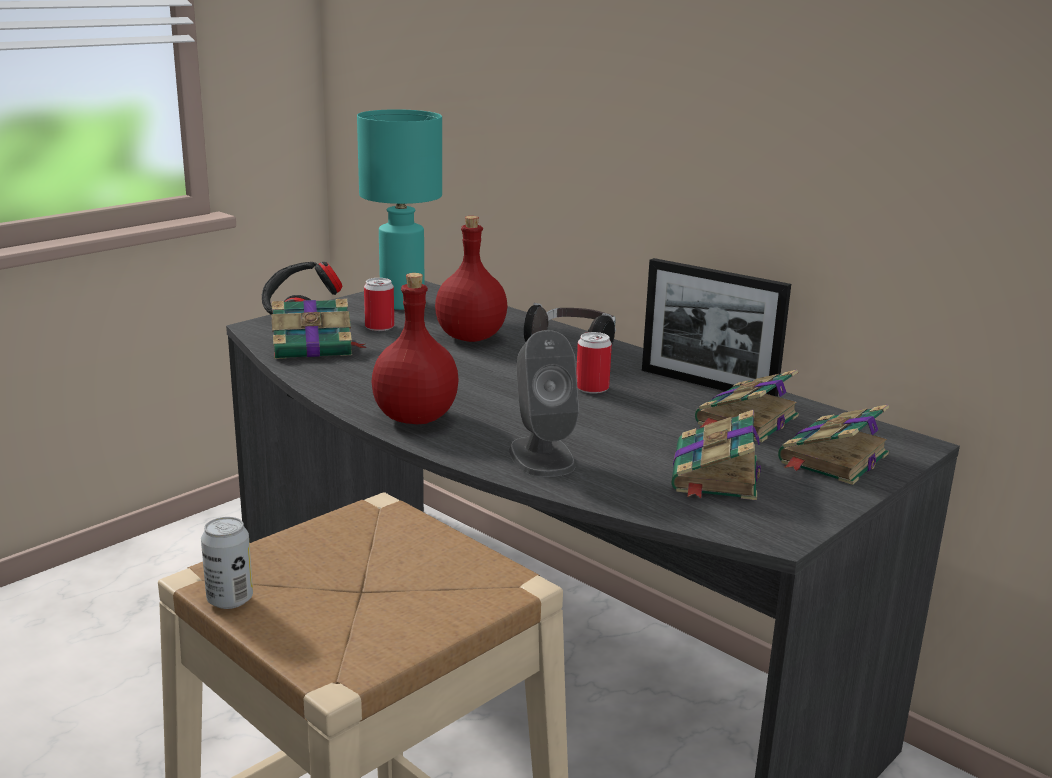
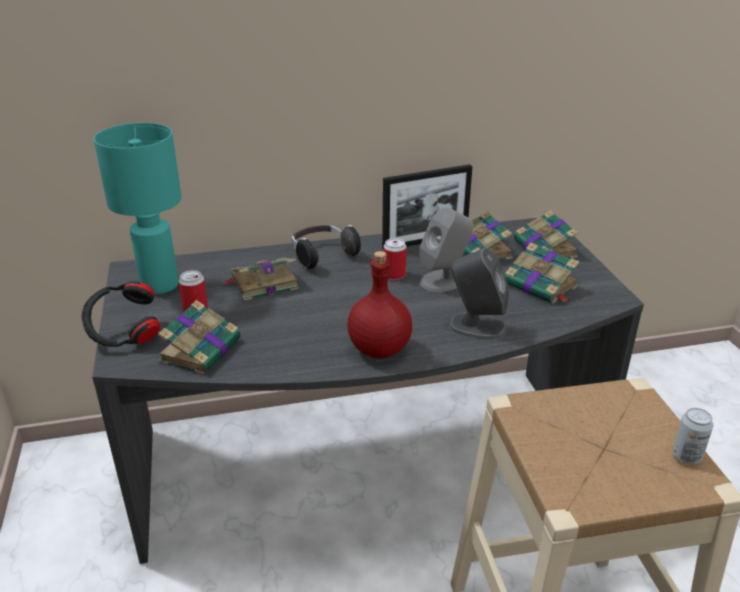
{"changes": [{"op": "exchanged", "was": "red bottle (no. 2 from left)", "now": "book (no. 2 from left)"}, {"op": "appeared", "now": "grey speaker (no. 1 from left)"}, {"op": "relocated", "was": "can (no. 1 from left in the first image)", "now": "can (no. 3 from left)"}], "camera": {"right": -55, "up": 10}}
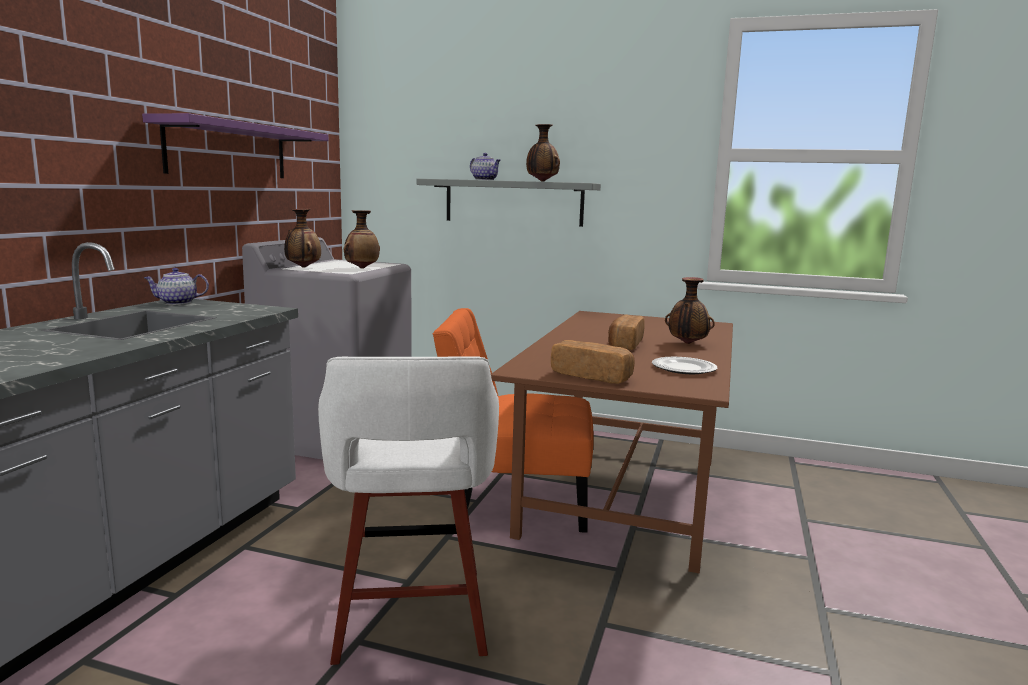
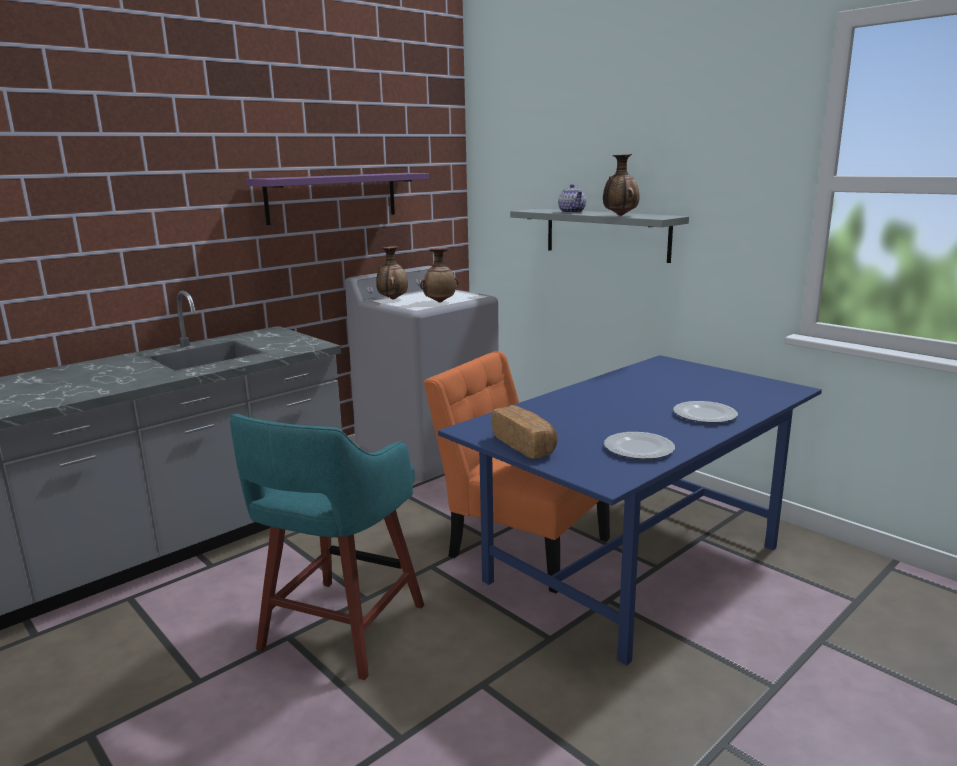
{"changes": [{"op": "colour", "was": "white stool", "now": "turquoise stool"}, {"op": "colour", "was": "brown dining table", "now": "blue dining table"}, {"op": "exchanged", "was": "vase (no. 4 from left)", "now": "plate (no. 2 from left)"}, {"op": "missing", "was": "teapot (no. 1 from left)"}, {"op": "missing", "was": "bread (no. 2 from left)"}], "camera": {"right": 30, "up": 5}}
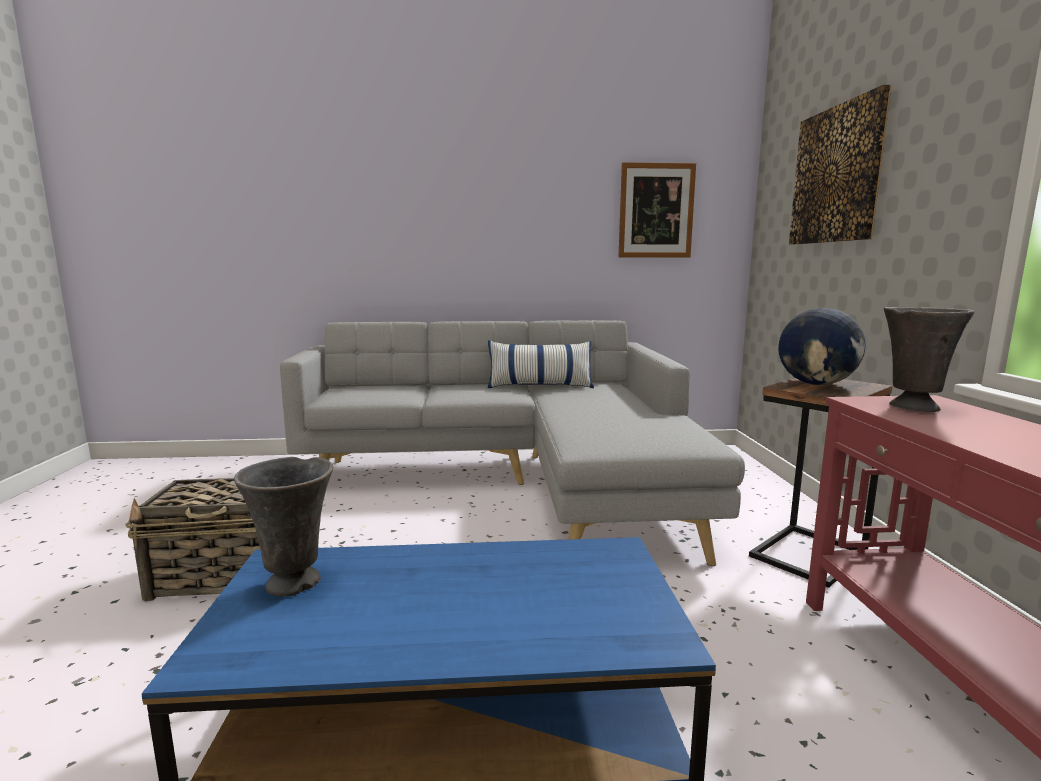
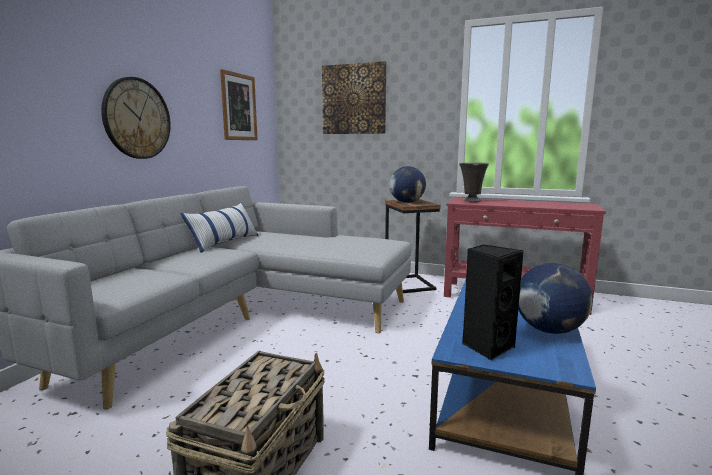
{"changes": [{"op": "appeared", "now": "wall clock"}, {"op": "exchanged", "was": "grey vase (no. 1 from left)", "now": "black speaker"}, {"op": "appeared", "now": "globe (no. 2 from left)"}], "camera": {"right": -65, "up": 0}}
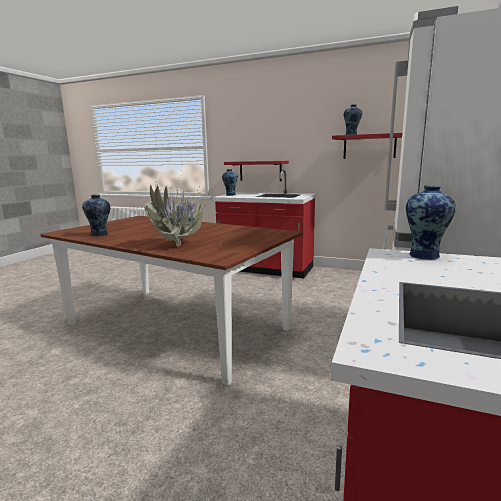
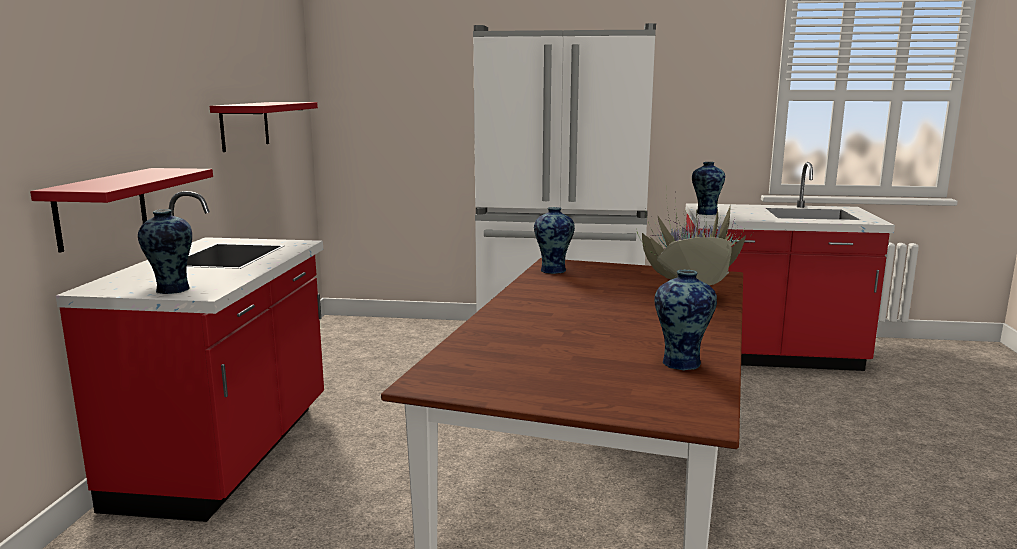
{"changes": [{"op": "relocated", "was": "vase (no. 3 from left in the first image)", "now": "vase (no. 2 from left)"}], "camera": {"right": -105, "up": 0}}
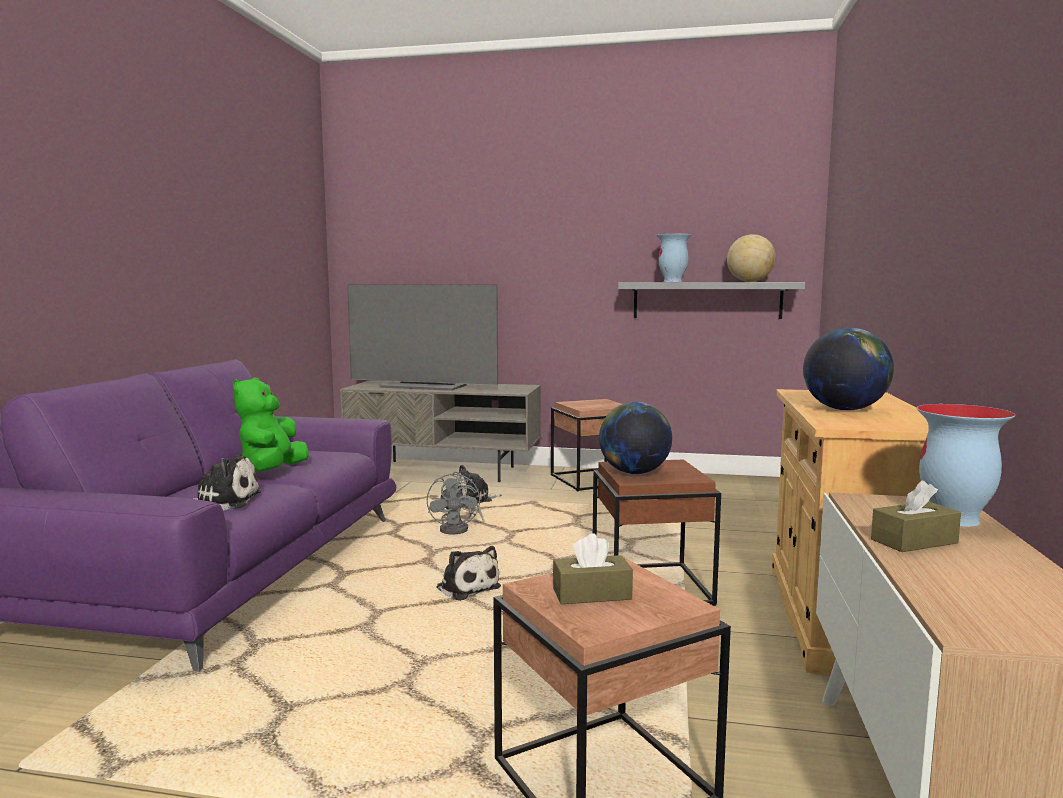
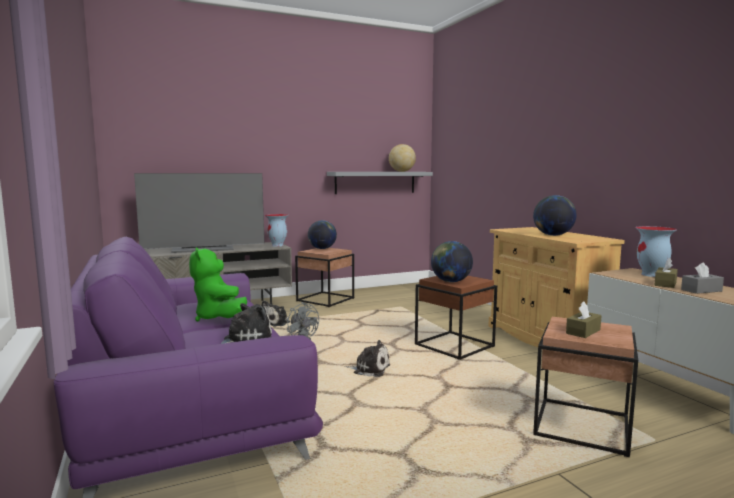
{"changes": [{"op": "relocated", "was": "vase (no. 1 from left)"}, {"op": "appeared", "now": "globe (no. 1 from left)"}, {"op": "appeared", "now": "grey tissue box"}], "camera": {"right": -35, "up": 0}}
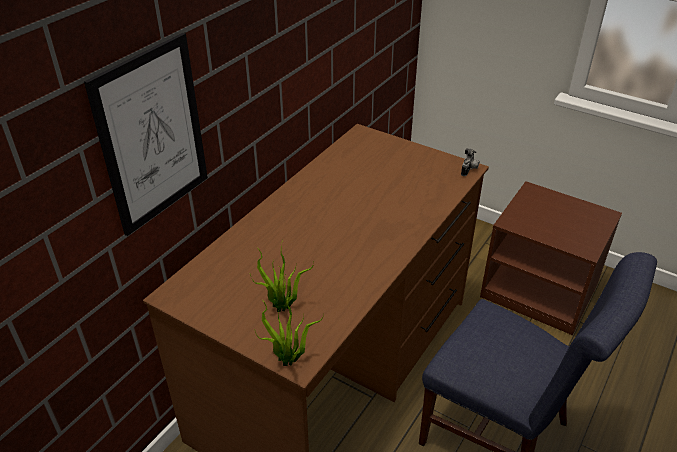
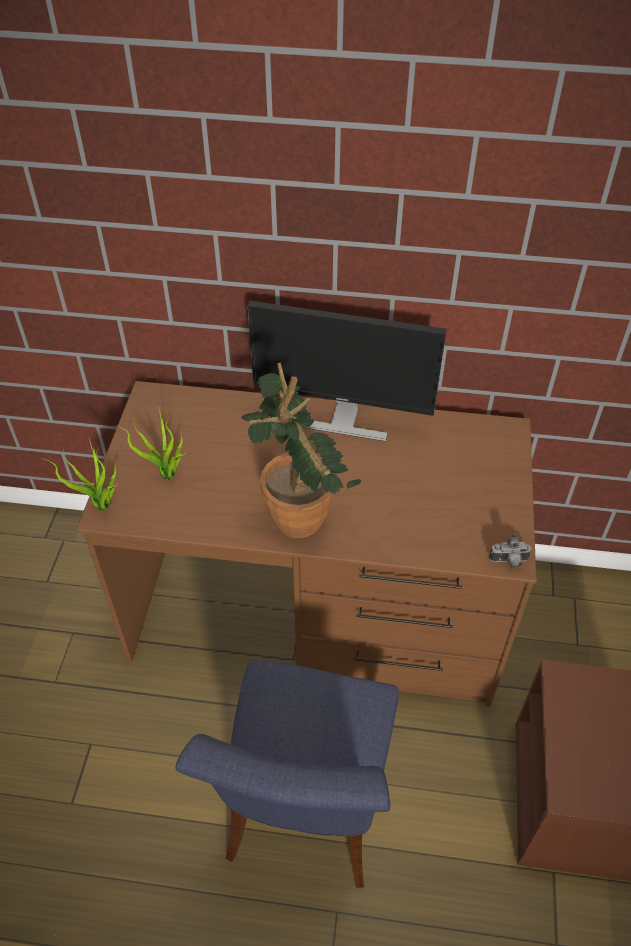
{"changes": [{"op": "appeared", "now": "potted plant (no. 3 from left)"}, {"op": "appeared", "now": "monitor"}, {"op": "missing", "was": "picture"}], "camera": {"right": 65, "up": 10}}
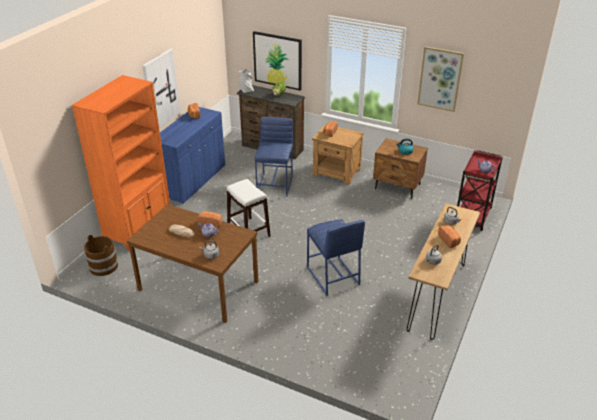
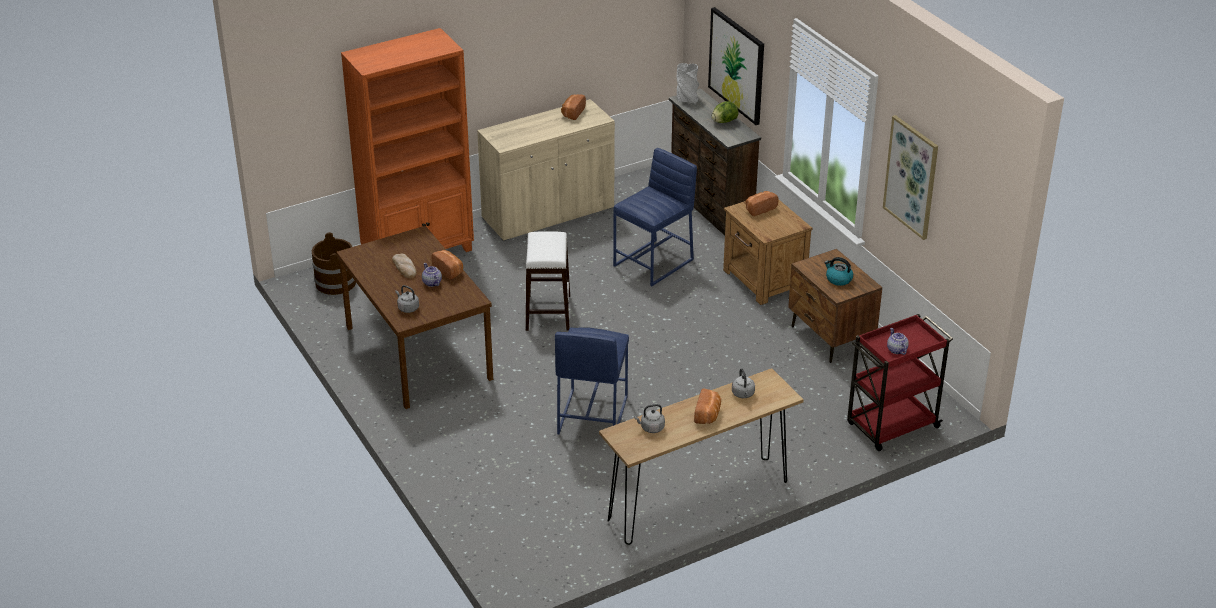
{"changes": [{"op": "colour", "was": "blue cabinet", "now": "beige cabinet"}, {"op": "missing", "was": "picture (no. 1 from left)"}], "camera": {"right": 35, "up": 0}}
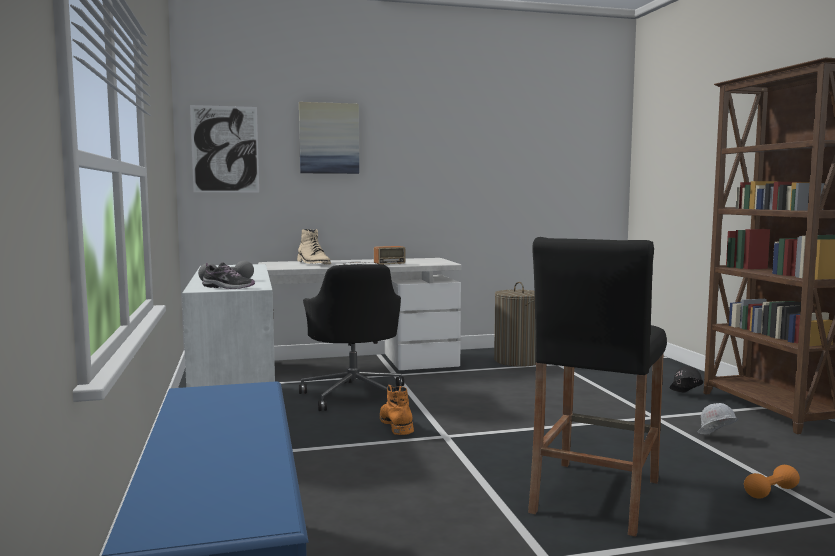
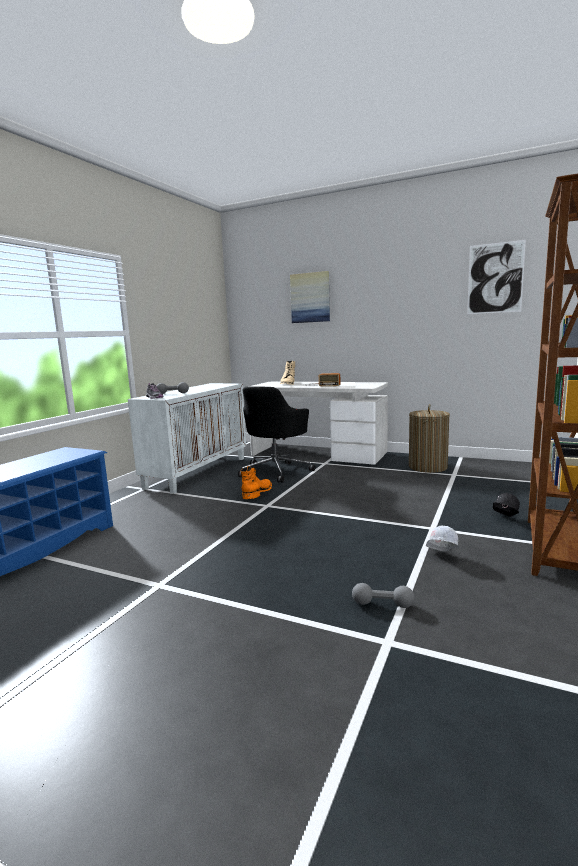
{"changes": [{"op": "colour", "was": "orange dumbbell", "now": "grey dumbbell (no. 2 from left)"}, {"op": "relocated", "was": "picture (no. 1 from left in the first image)", "now": "picture (no. 2 from left)"}, {"op": "missing", "was": "black stool"}], "camera": {"right": 40, "up": 5}}
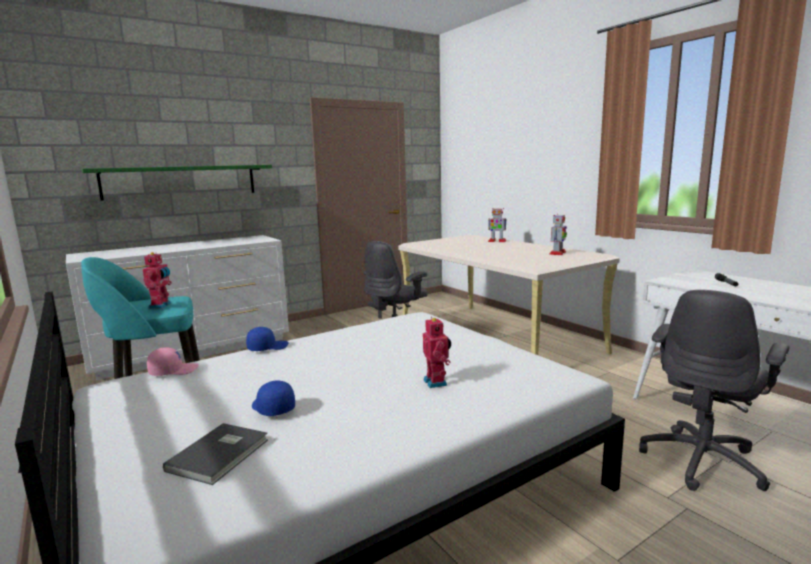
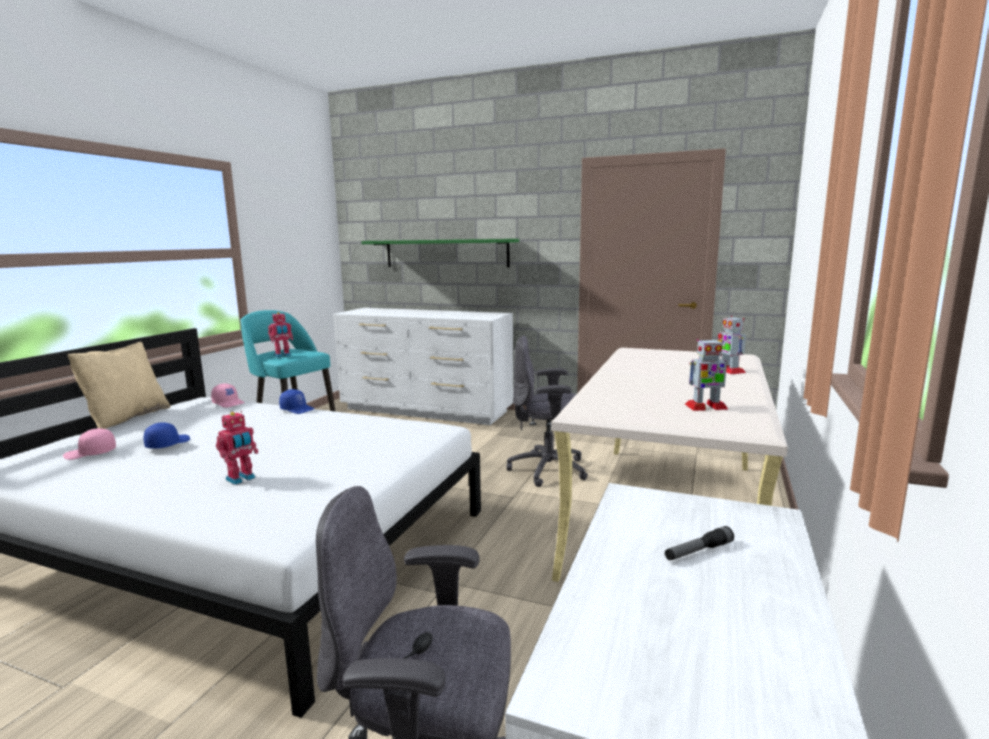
{"changes": [{"op": "exchanged", "was": "grey book", "now": "pink cap (no. 1 from left)"}, {"op": "appeared", "now": "beige pillow"}], "camera": {"right": 55, "up": 0}}
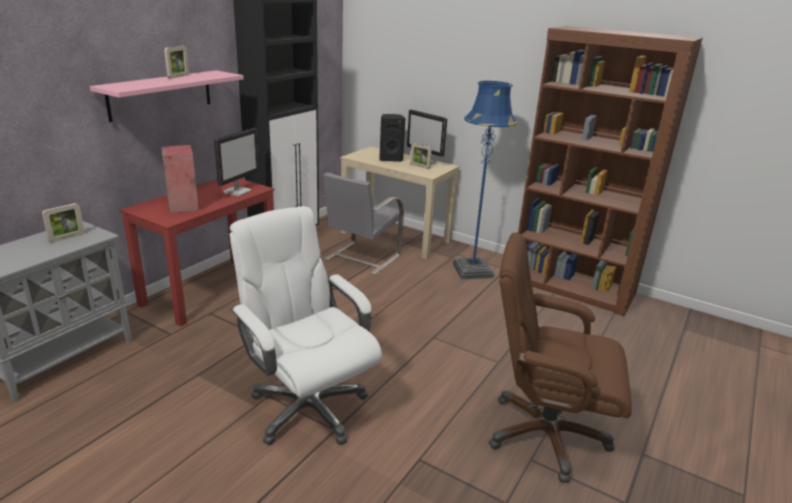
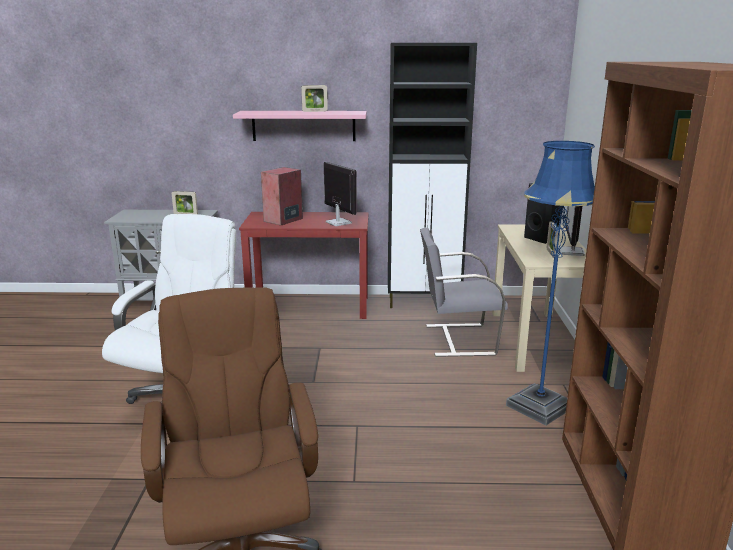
{"changes": [{"op": "spun", "was": "monitor (no. 1 from left)", "clockwise": -120}], "camera": {"right": 60, "up": -5}}
